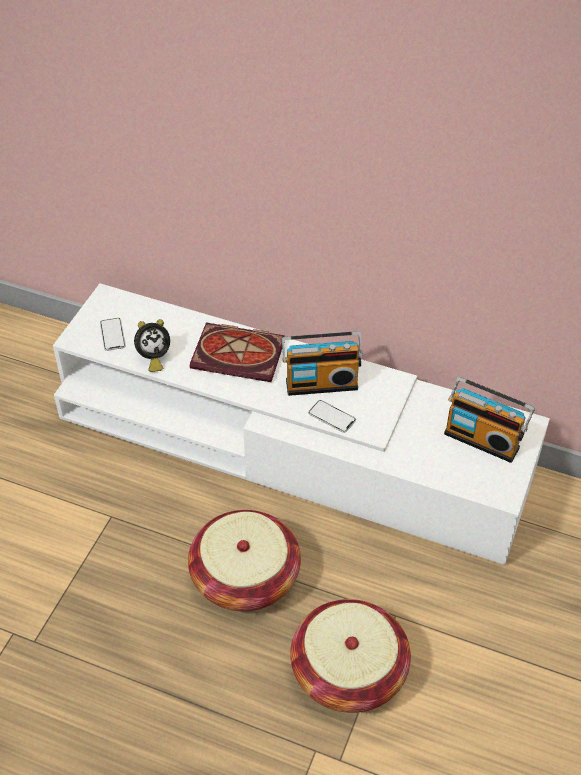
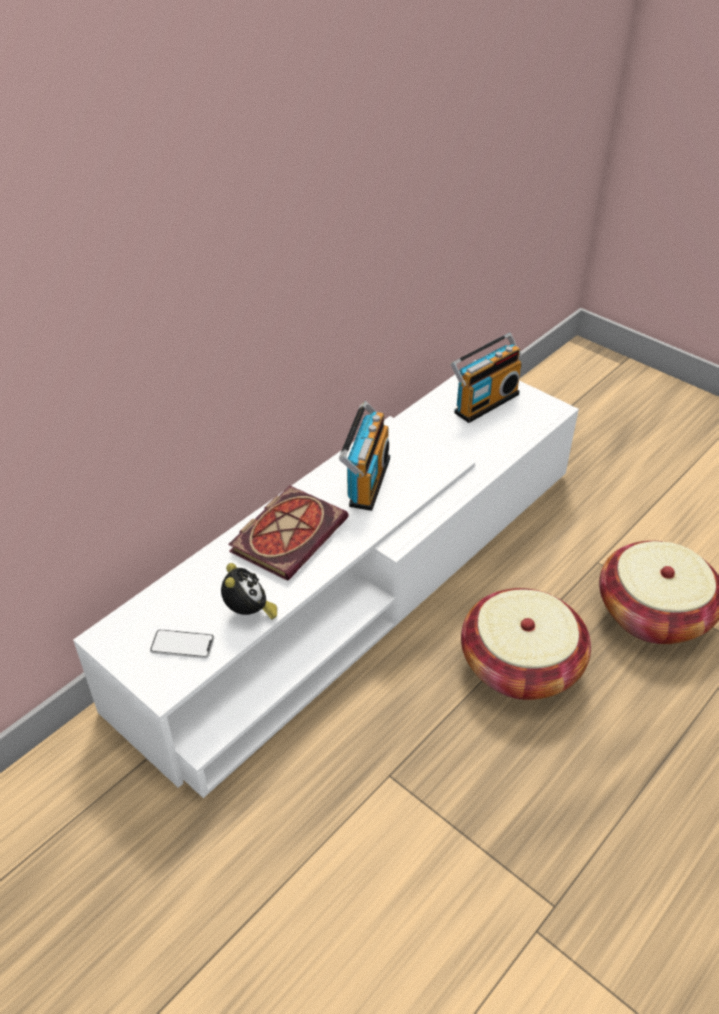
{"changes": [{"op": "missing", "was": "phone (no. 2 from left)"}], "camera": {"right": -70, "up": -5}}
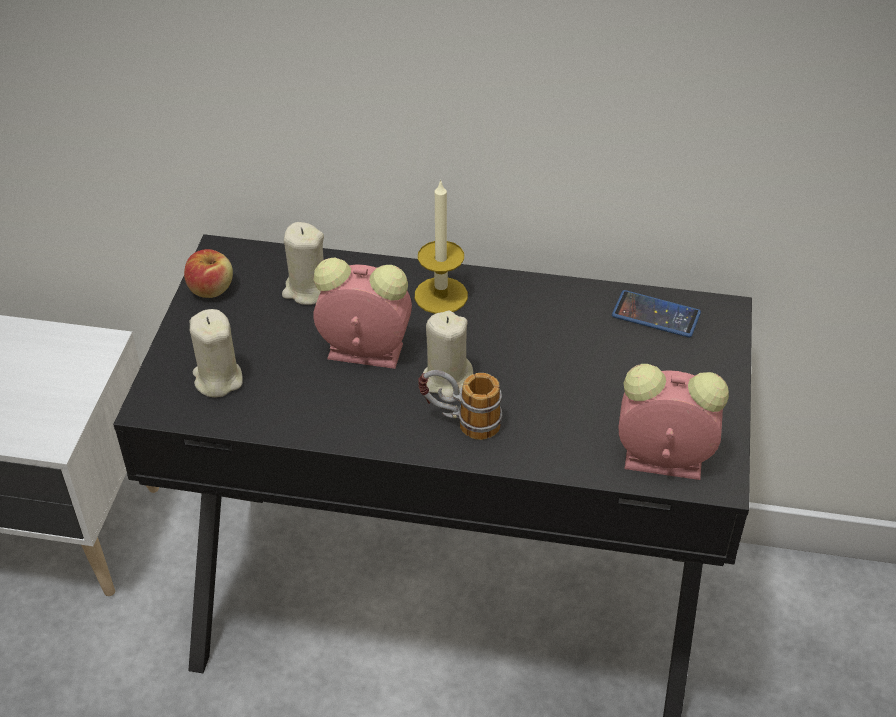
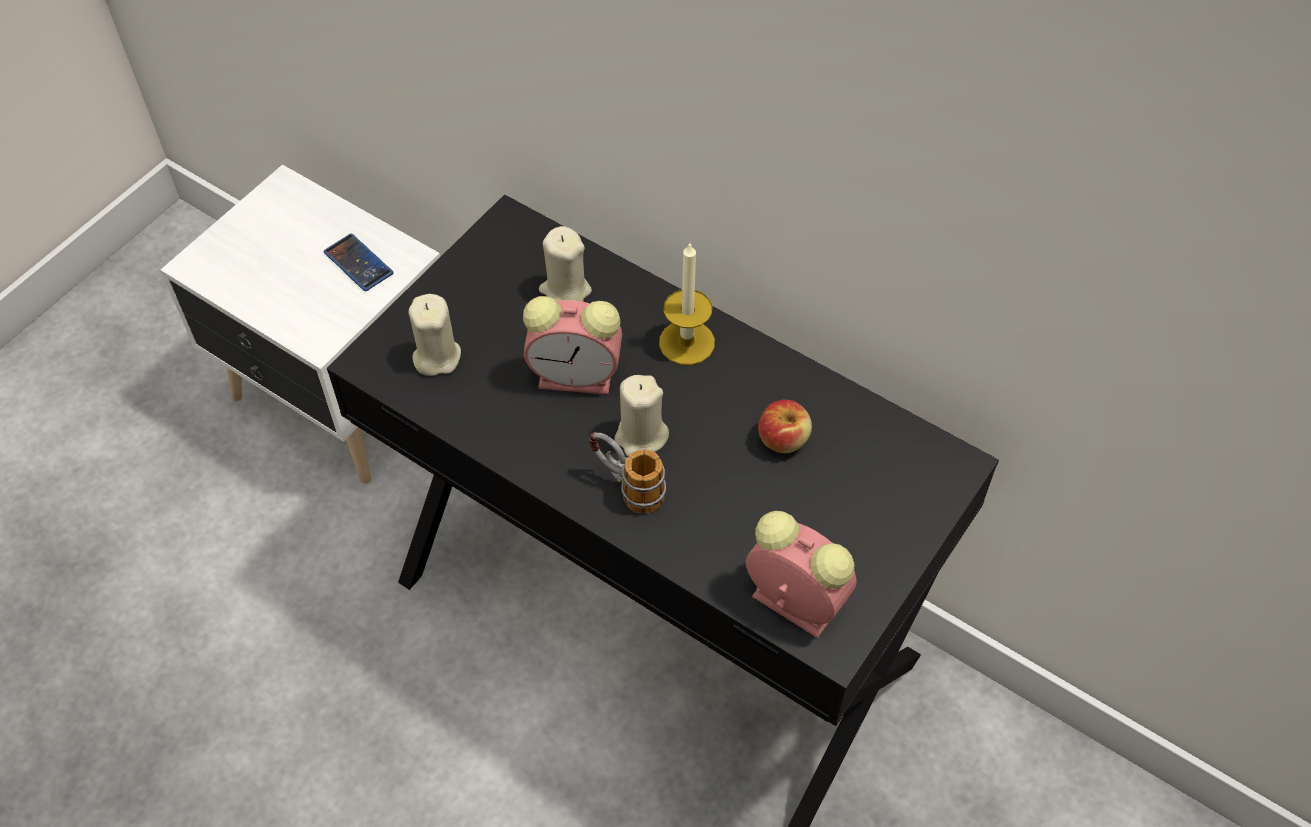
{"changes": [{"op": "relocated", "was": "phone"}, {"op": "spun", "was": "alarm clock (no. 1 from left)", "clockwise": 150}, {"op": "relocated", "was": "apple"}], "camera": {"right": 25, "up": 10}}
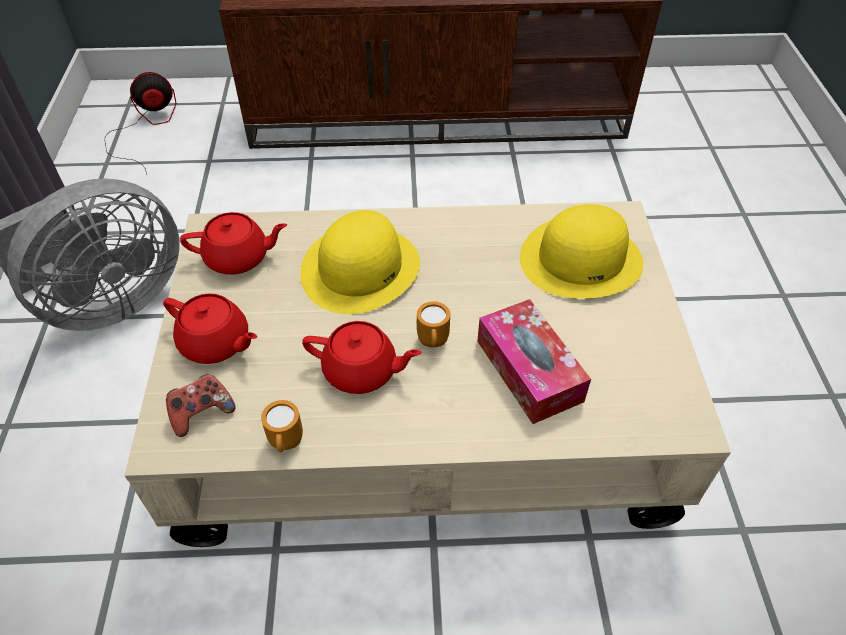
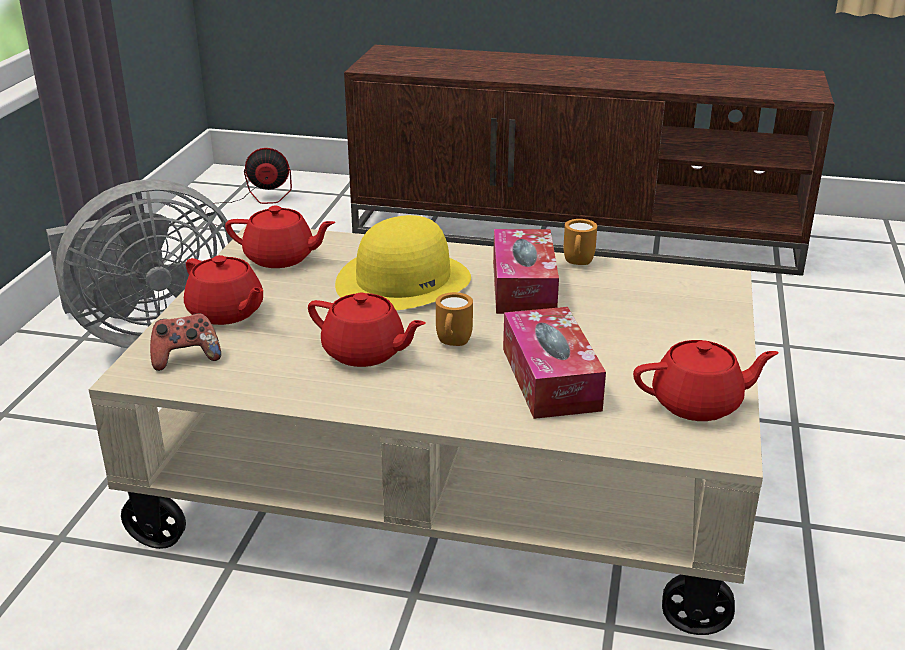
{"changes": [{"op": "appeared", "now": "tissue box (no. 1 from left)"}, {"op": "relocated", "was": "orange mug (no. 1 from left in the first image)", "now": "orange mug (no. 2 from left)"}, {"op": "appeared", "now": "red teapot (no. 4 from left)"}, {"op": "missing", "was": "yellow hat (no. 2 from left)"}], "camera": {"right": 15, "up": -20}}
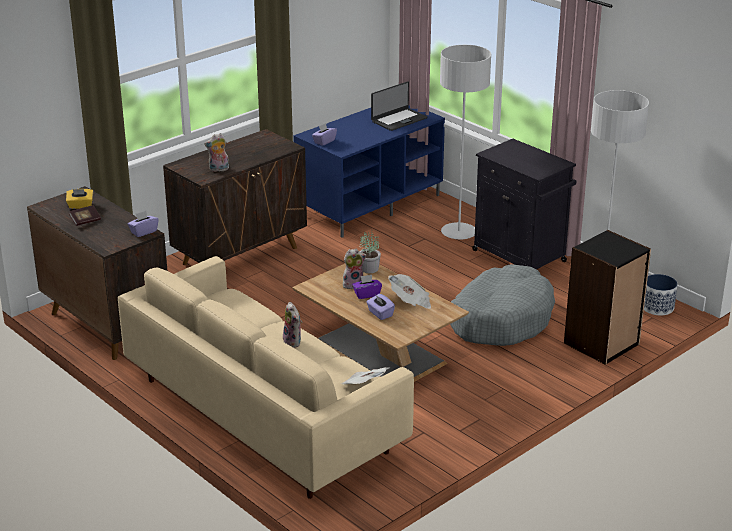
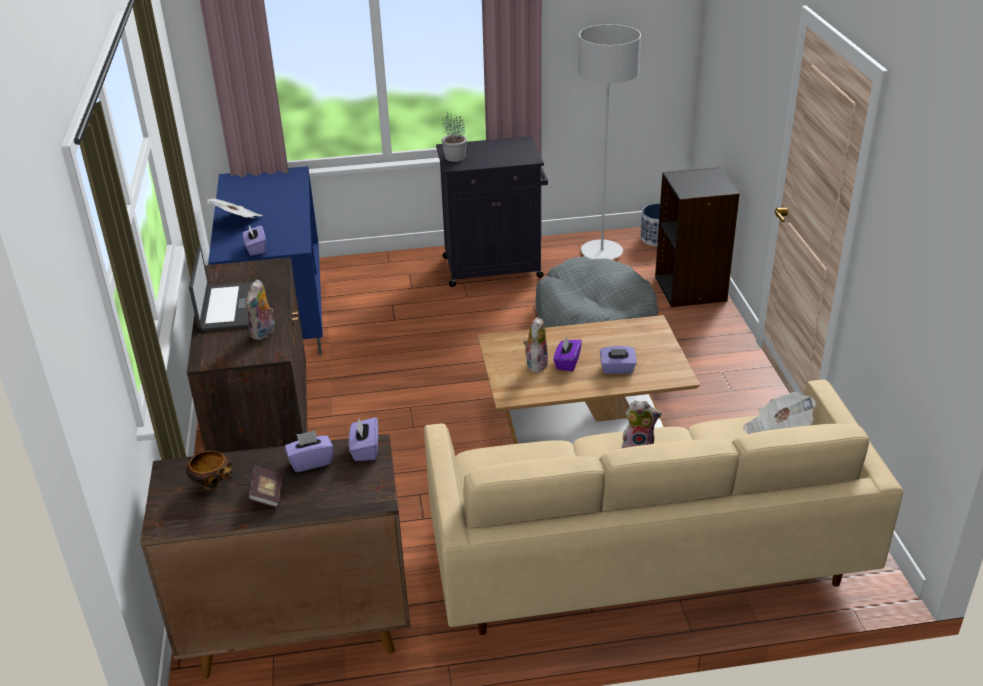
{"changes": [{"op": "exchanged", "was": "yellow tissue box", "now": "bowl"}, {"op": "relocated", "was": "laptop"}, {"op": "relocated", "was": "newspaper (no. 2 from left in the first image)", "now": "newspaper (no. 1 from left)"}, {"op": "appeared", "now": "purple tissue box (no. 2 from left)"}, {"op": "relocated", "was": "potted plant"}, {"op": "missing", "was": "grey floor lamp (no. 1 from left)"}], "camera": {"right": -55, "up": 5}}
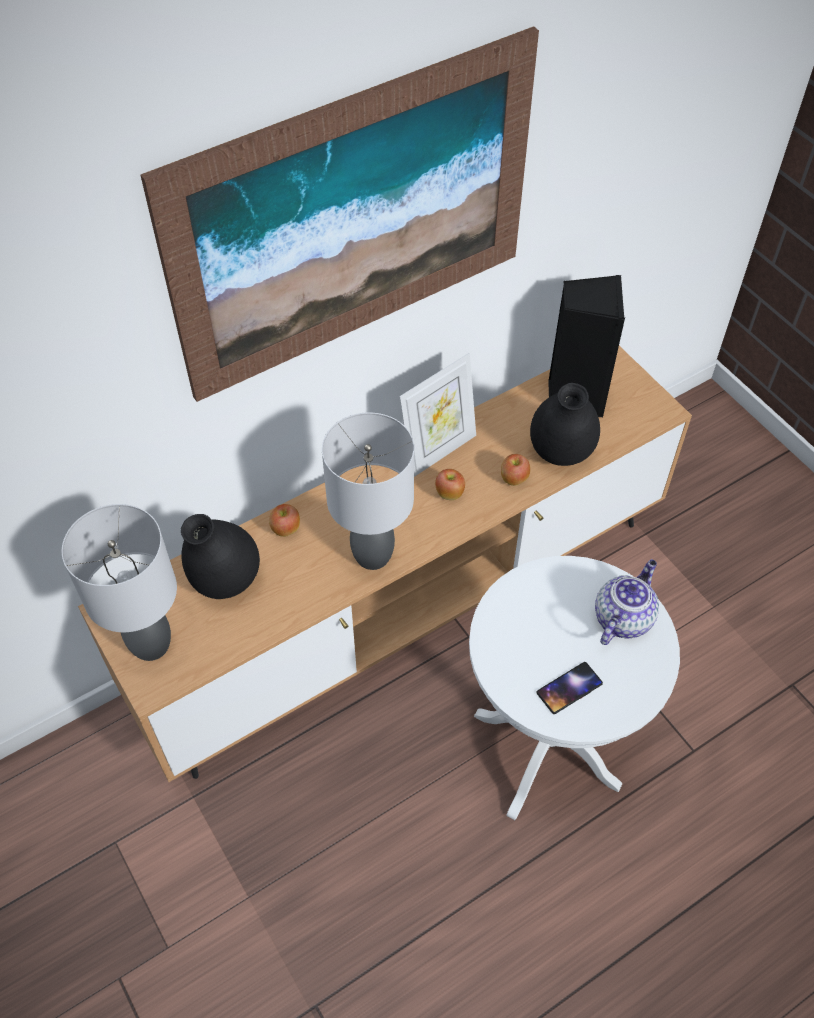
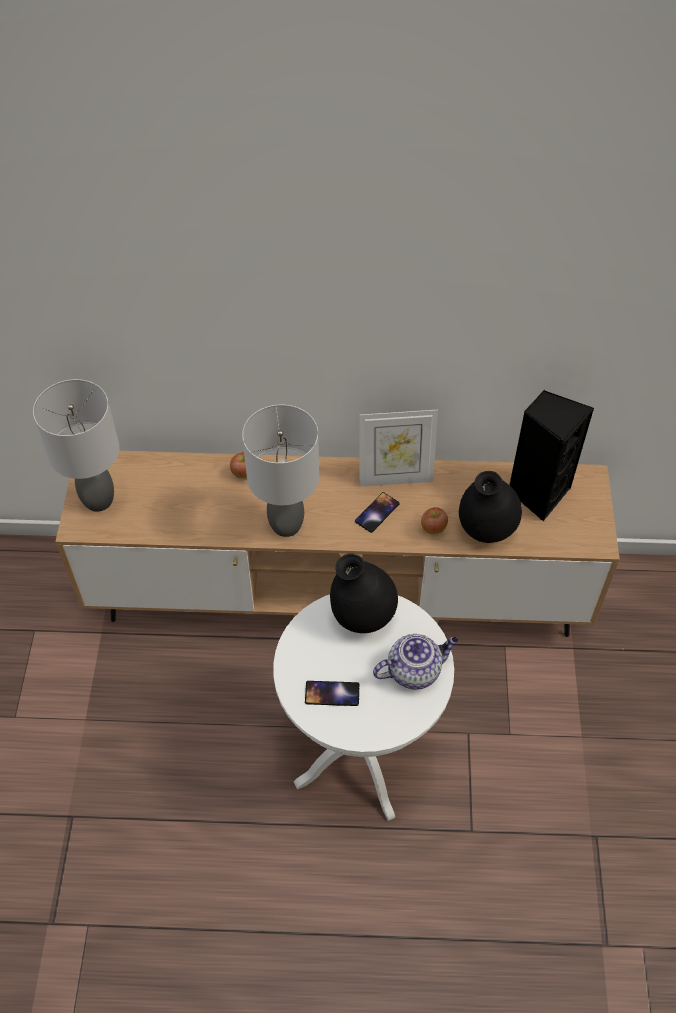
{"changes": [{"op": "relocated", "was": "black vase (no. 1 from left)"}, {"op": "exchanged", "was": "apple (no. 2 from left)", "now": "phone (no. 2 from left)"}, {"op": "missing", "was": "picture"}], "camera": {"right": 35, "up": 0}}
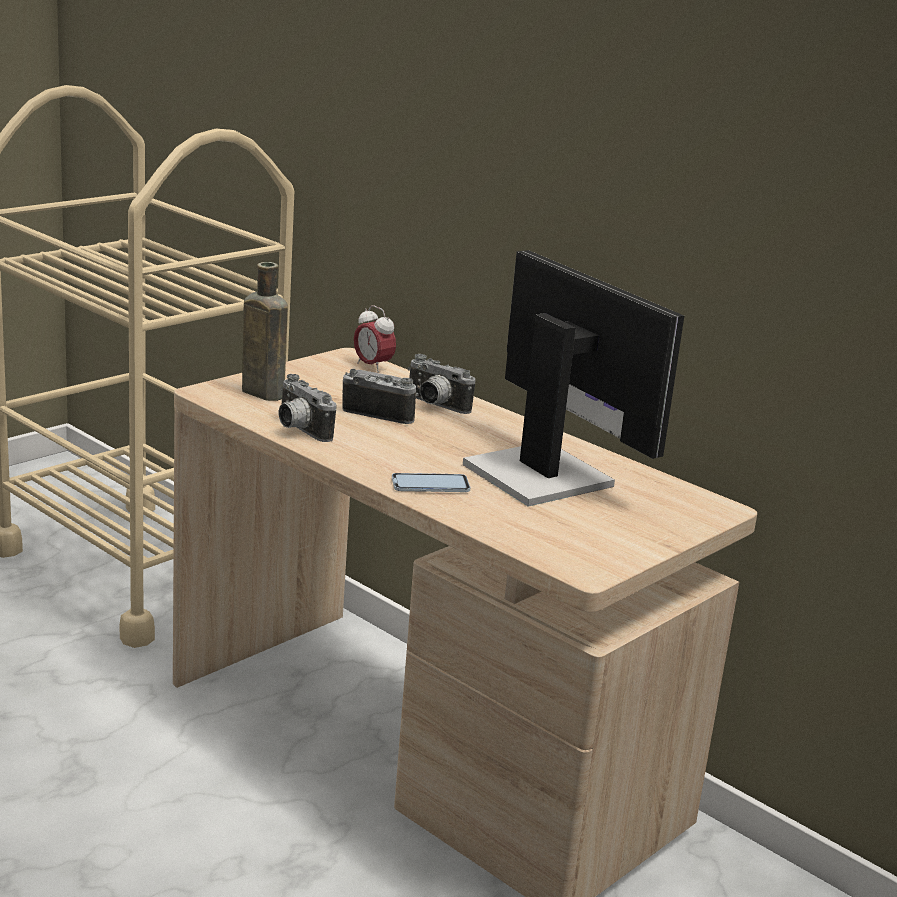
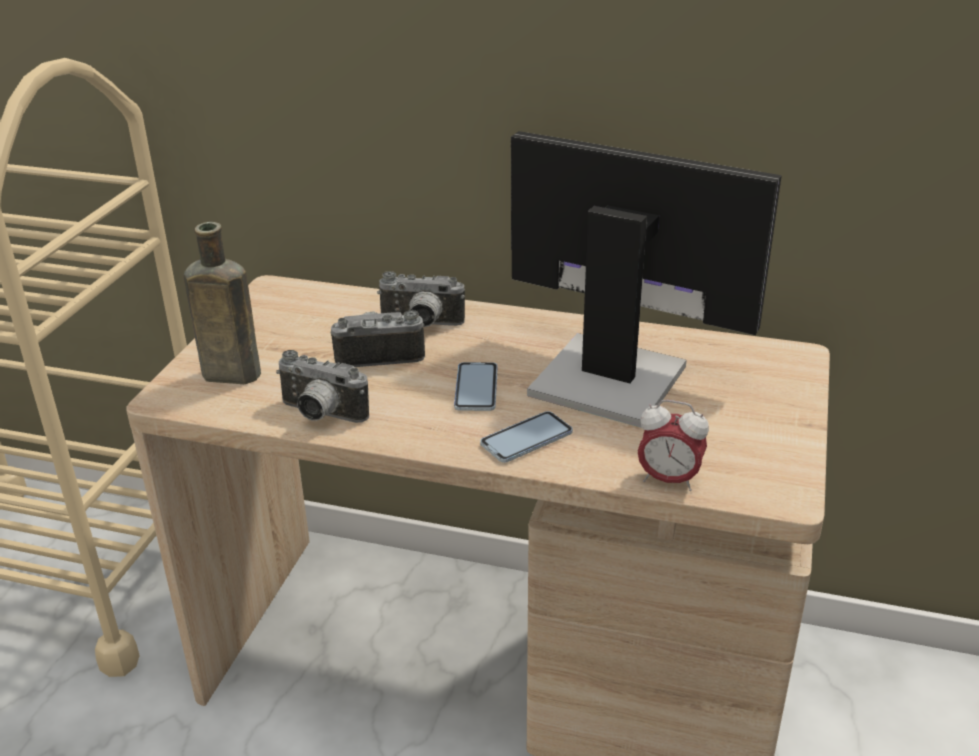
{"changes": [{"op": "appeared", "now": "phone (no. 1 from left)"}, {"op": "relocated", "was": "alarm clock"}], "camera": {"right": -25, "up": 10}}
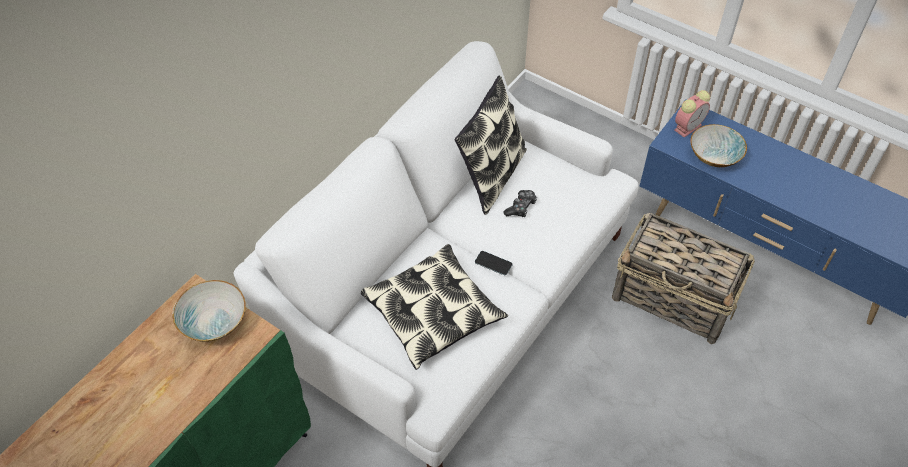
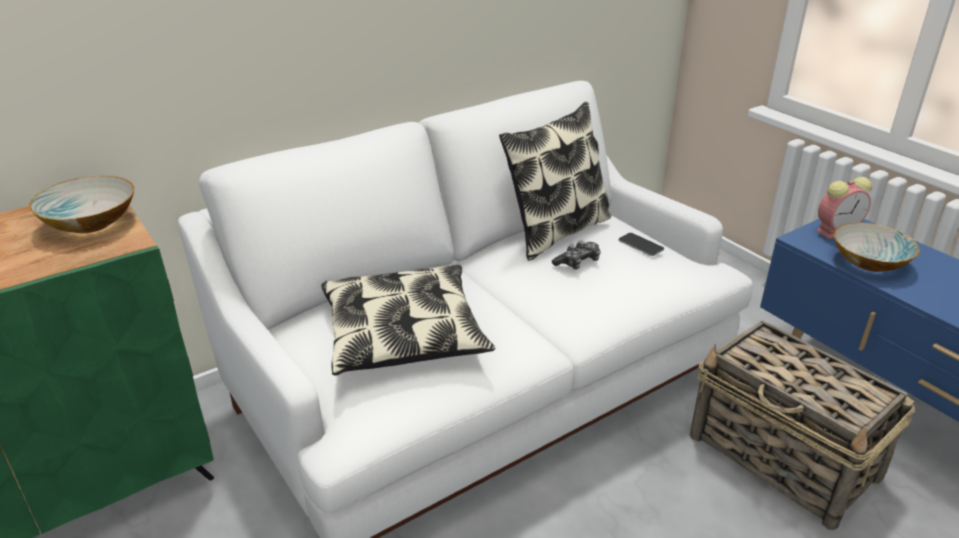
{"changes": [{"op": "relocated", "was": "phone"}], "camera": {"right": 20, "up": -20}}
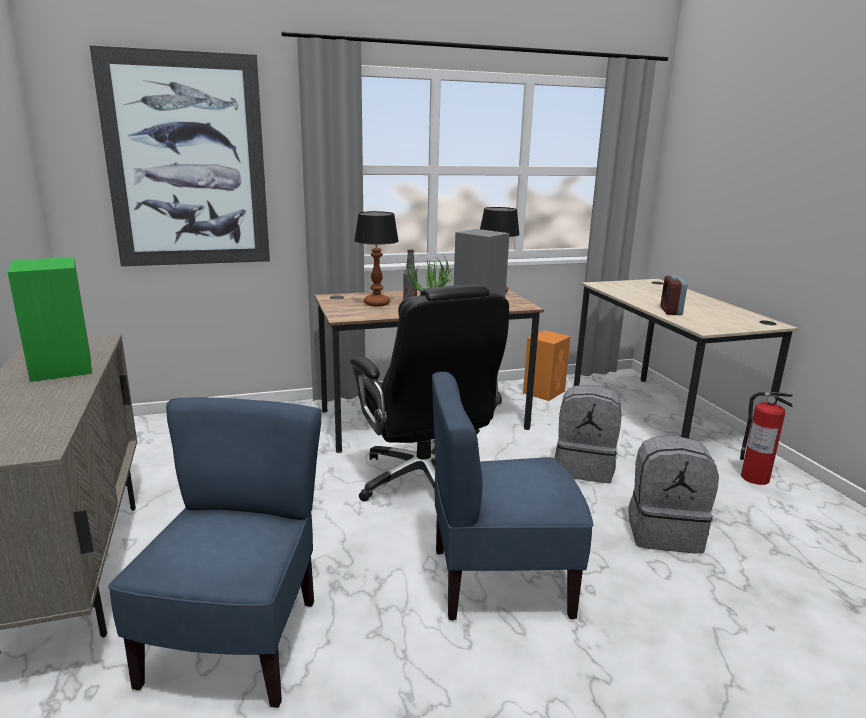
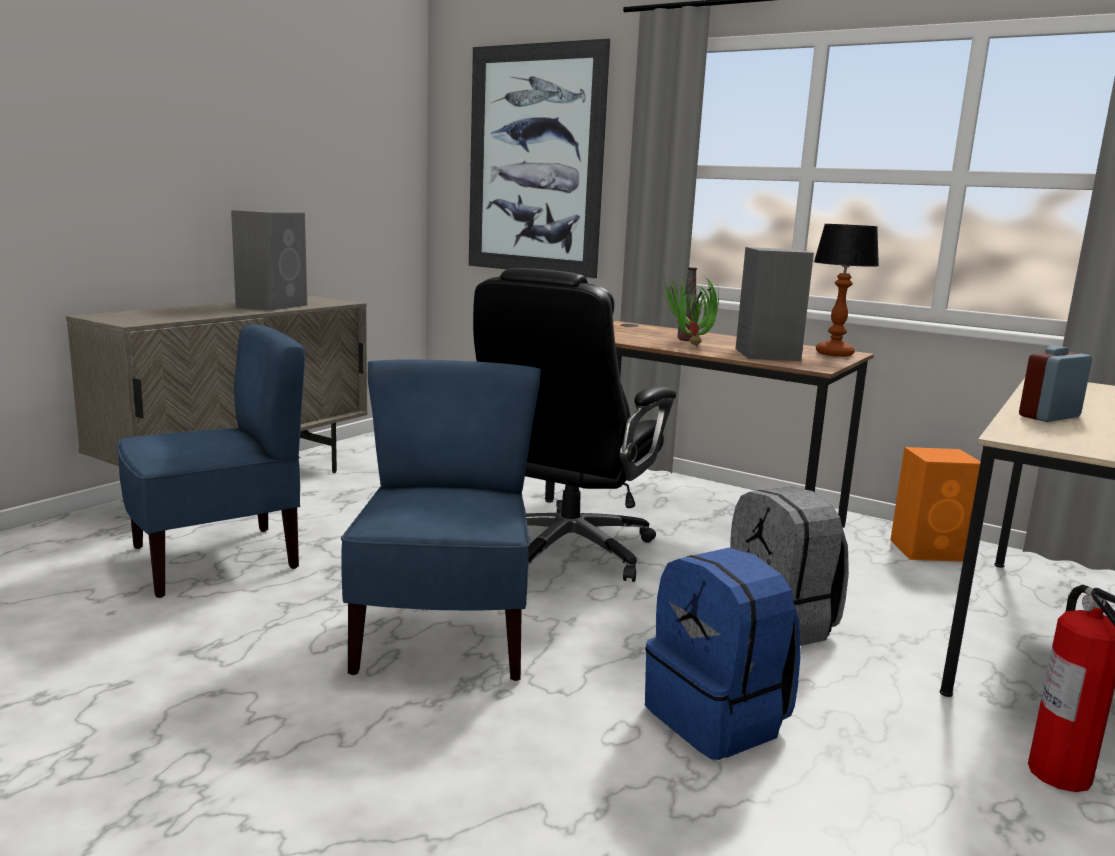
{"changes": [{"op": "colour", "was": "green speaker", "now": "grey speaker (no. 1 from left)"}, {"op": "spun", "was": "blue chair (no. 2 from left)", "clockwise": 45}, {"op": "colour", "was": "grey backpack (no. 2 from left)", "now": "blue backpack"}, {"op": "missing", "was": "table lamp (no. 1 from left)"}], "camera": {"right": 50, "up": -5}}
